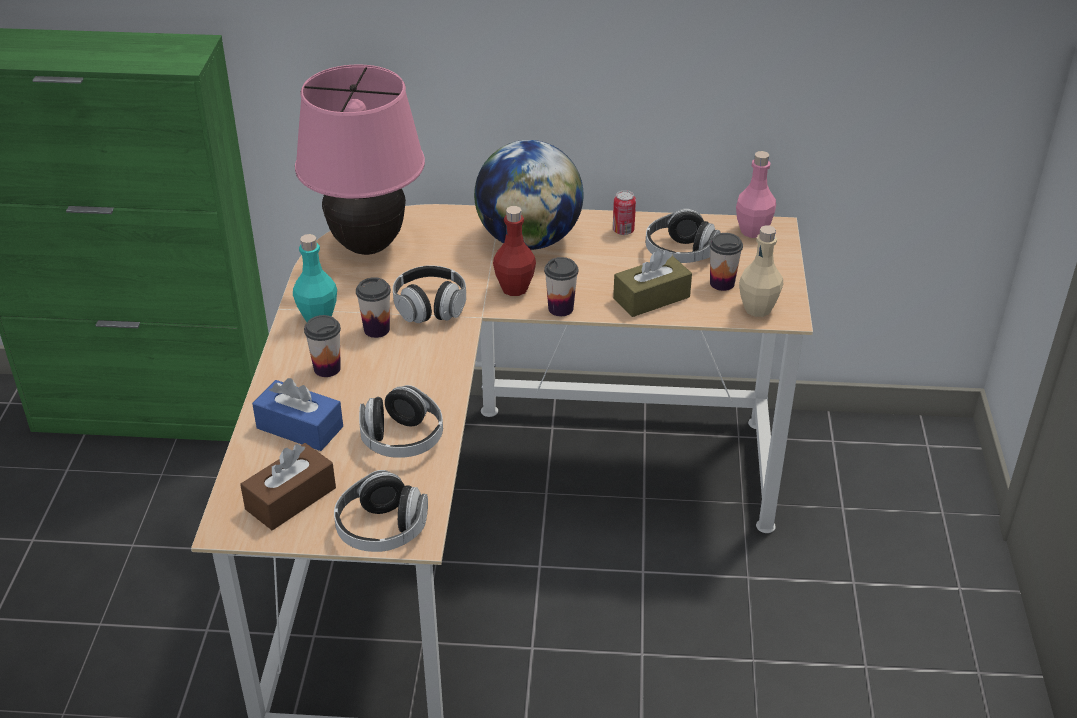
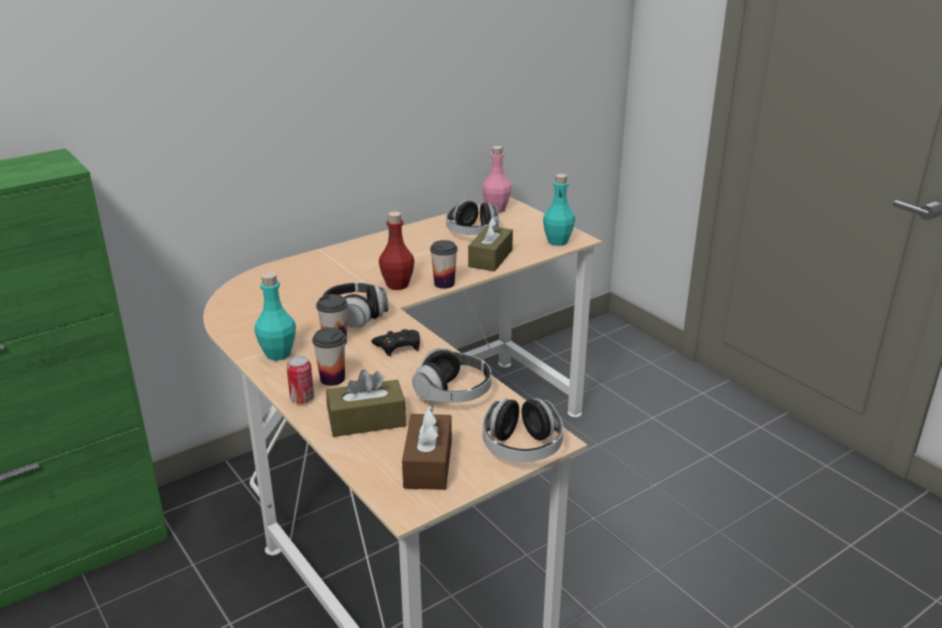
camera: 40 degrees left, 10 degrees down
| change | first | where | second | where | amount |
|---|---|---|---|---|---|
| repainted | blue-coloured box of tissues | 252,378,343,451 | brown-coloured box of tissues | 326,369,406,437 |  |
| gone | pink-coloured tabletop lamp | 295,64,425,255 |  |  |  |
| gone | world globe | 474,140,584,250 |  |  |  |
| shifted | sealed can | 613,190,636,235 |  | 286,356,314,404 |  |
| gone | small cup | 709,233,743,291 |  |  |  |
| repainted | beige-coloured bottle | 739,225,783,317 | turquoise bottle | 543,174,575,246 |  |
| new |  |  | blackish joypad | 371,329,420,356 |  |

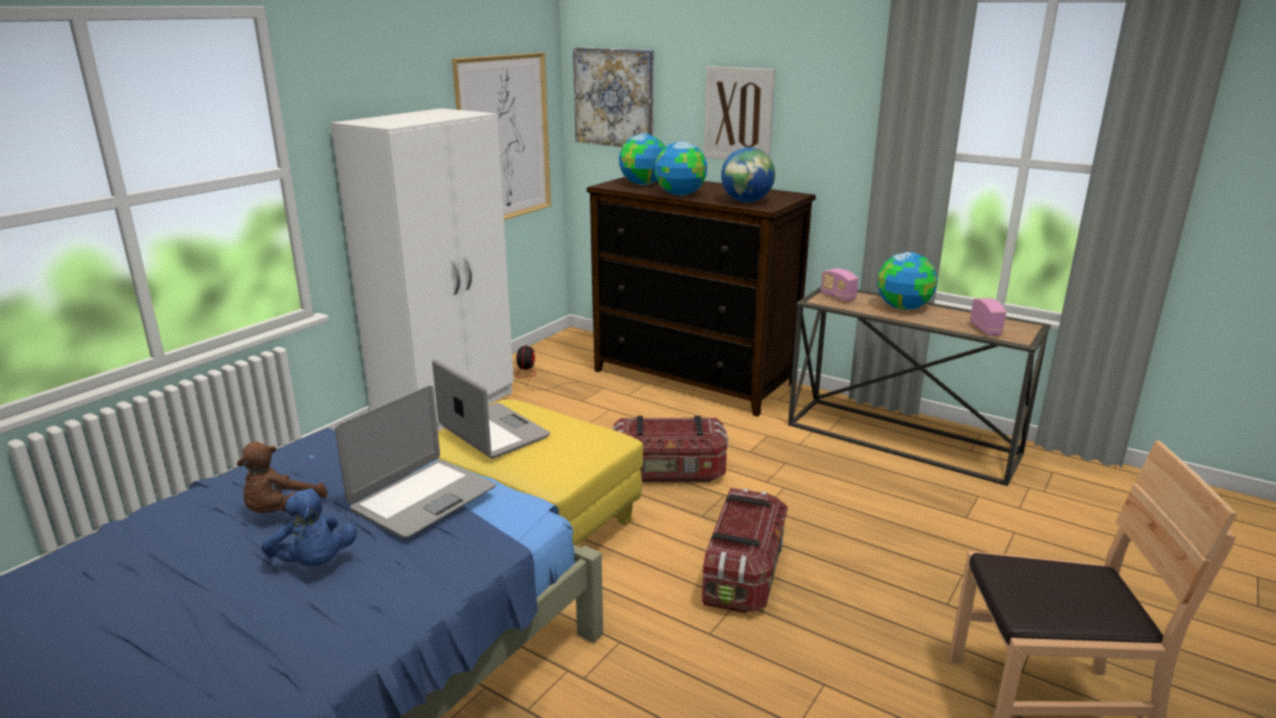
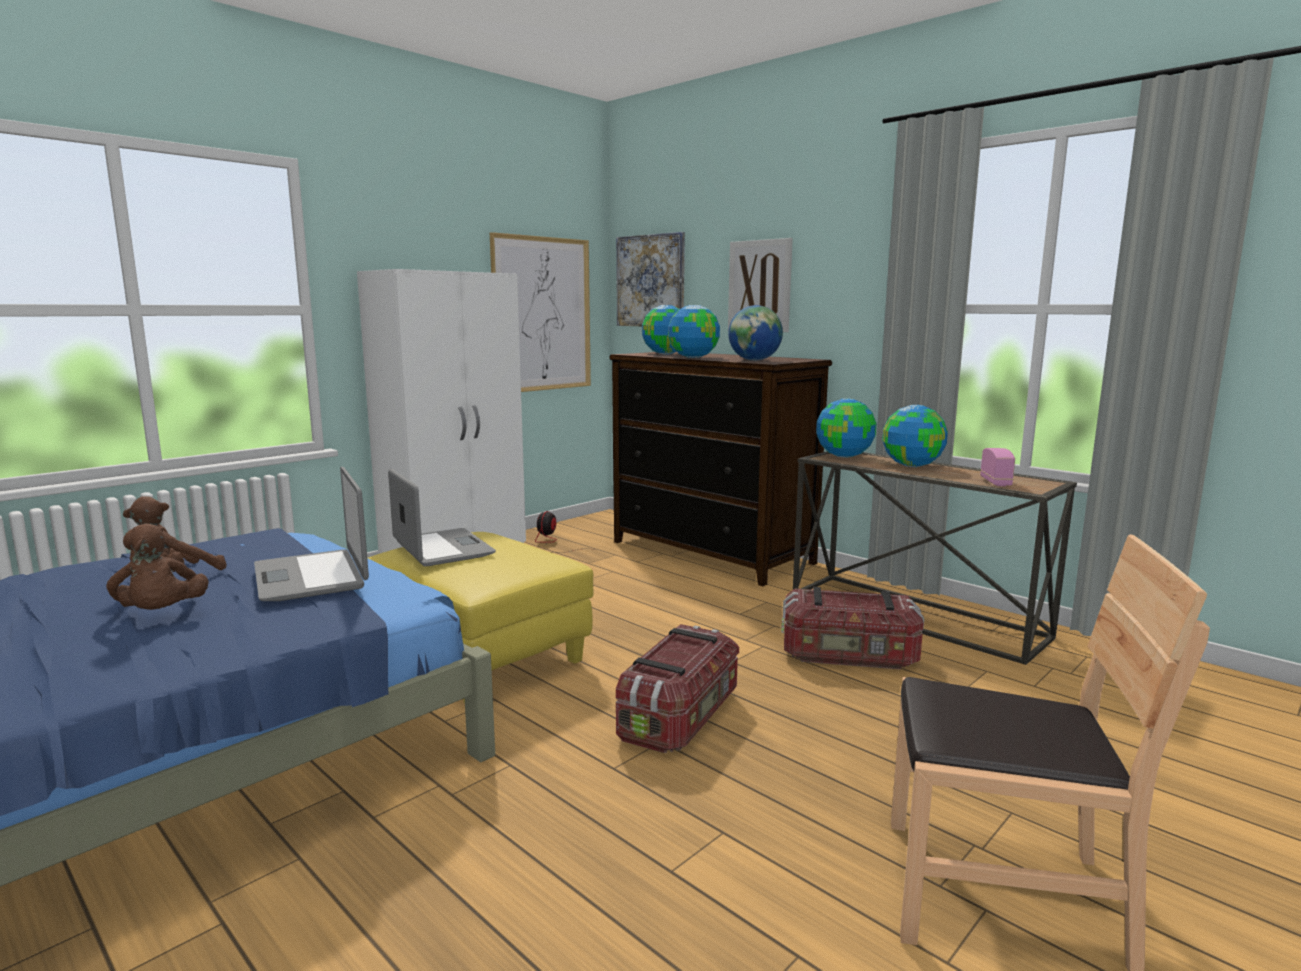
camera: 10 degrees right, 10 degrees down
| change | first | where | second | where | amount |
|---|---|---|---|---|---|
| repainted | blue-coloured plush toy | 261,488,357,566 | brown-coloured plush toy | 106,524,209,610 |  |
| rotated | portable computer | 335,385,496,538 |  | 254,467,369,601 | 105 degrees clockwise |
| shifted | storage box | 612,416,728,482 |  | 781,587,924,669 |  |
| swapped | radio | 821,268,858,301 | world globe | 816,399,876,458 |  |

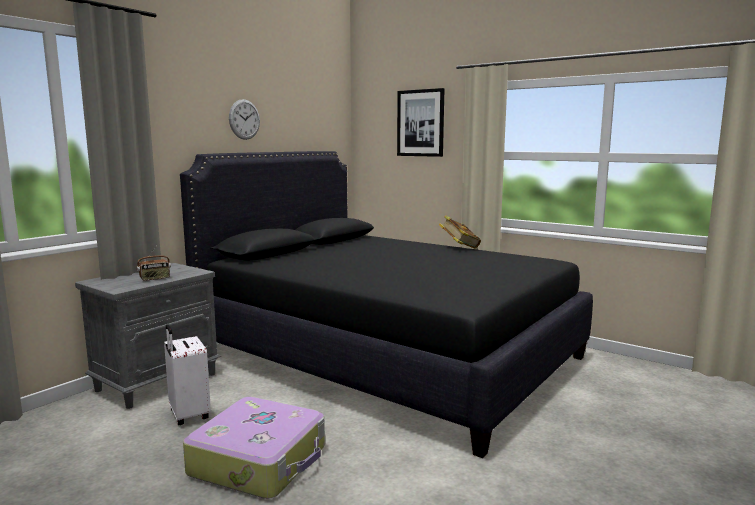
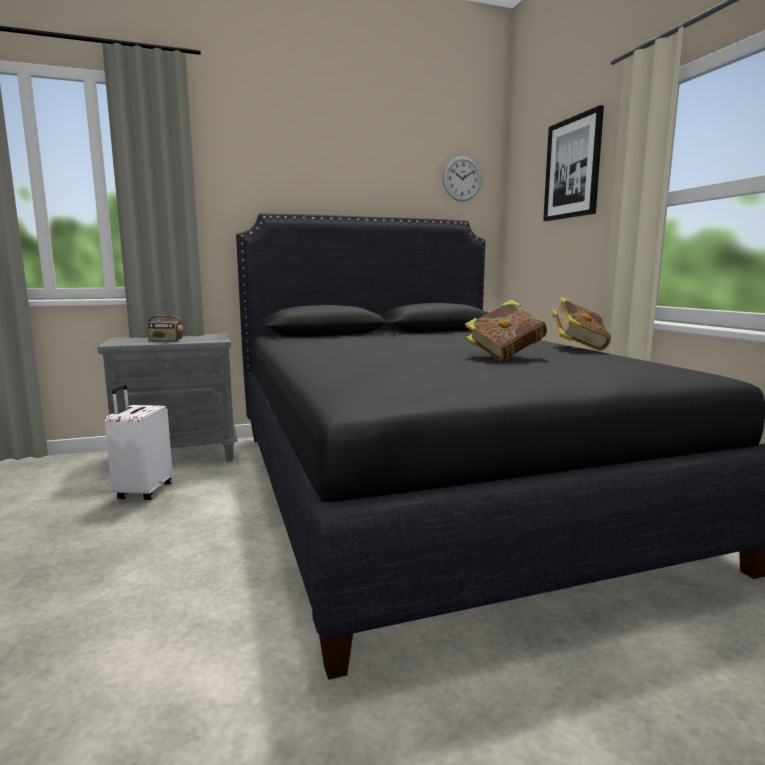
camera: 35 degrees right, 0 degrees up
| change | first | where | second | where | amount |
|---|---|---|---|---|---|
| gone | travel case | 183,397,325,499 |  |  |  |
| shifted | clock on the wall | 229,99,260,140 |  | 443,156,481,202 |  |
| new |  |  | volume | 465,299,547,361 |  |

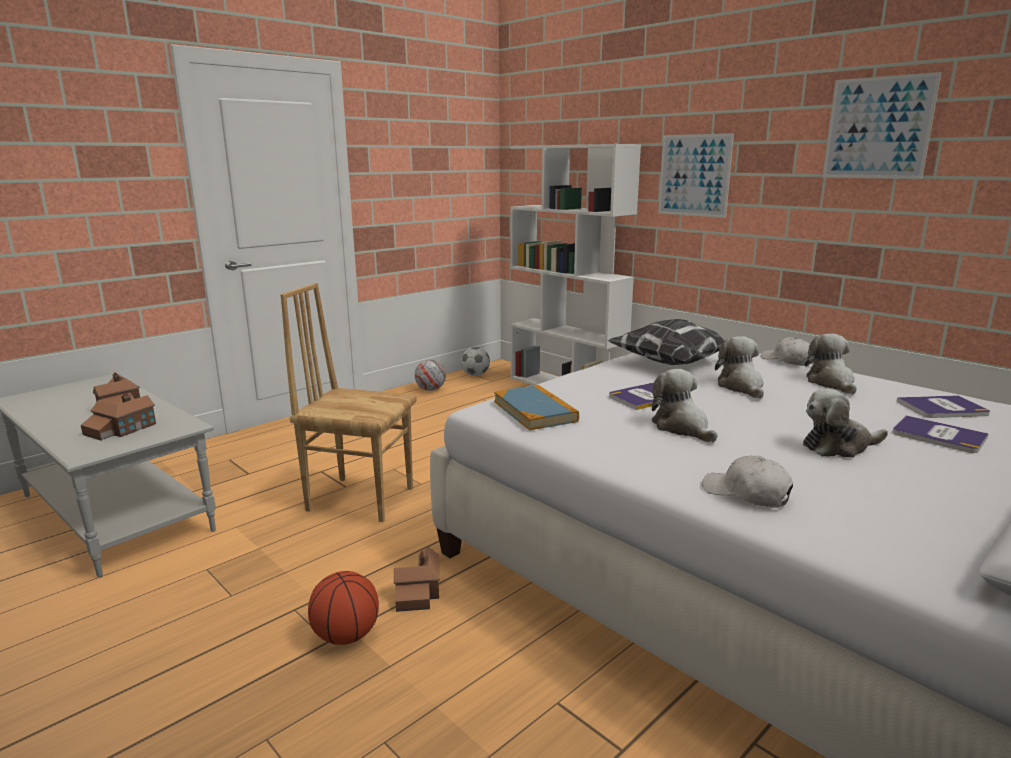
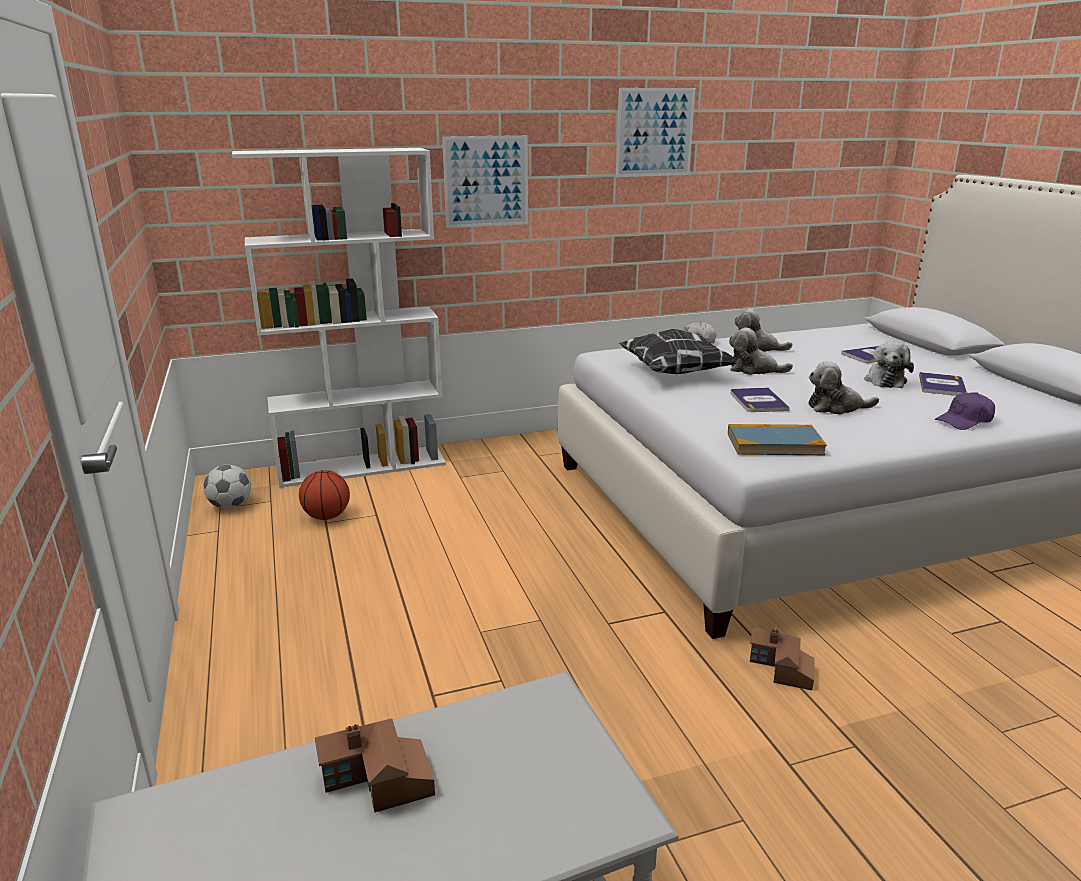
camera: 65 degrees left, 5 degrees up
| change | first | where | second | where | amount |
|---|---|---|---|---|---|
| gone | miniature house | 81,393,156,441 |  |  |  |
| gone | brown-coloured chair | 280,283,417,522 |  |  |  |
| shifted | ball for basketball | 308,571,379,645 |  | 299,470,350,520 |  |
| gone | ball for football | 415,360,446,391 |  |  |  |
| repainted | whitish peaked cap | 702,456,793,508 | purple-coloured peaked cap | 935,392,995,430 |  |
| shifted | volume | 897,395,990,418 |  | 919,372,967,396 |  |

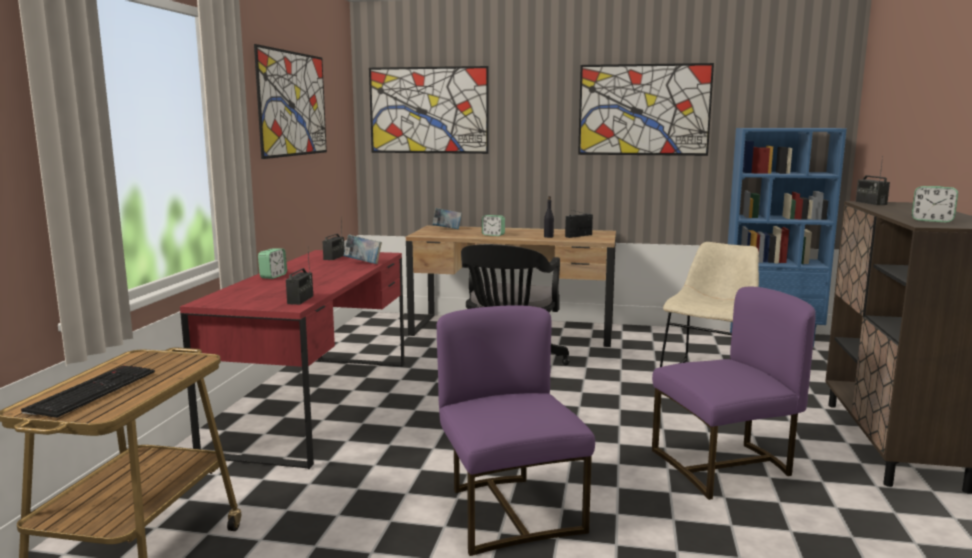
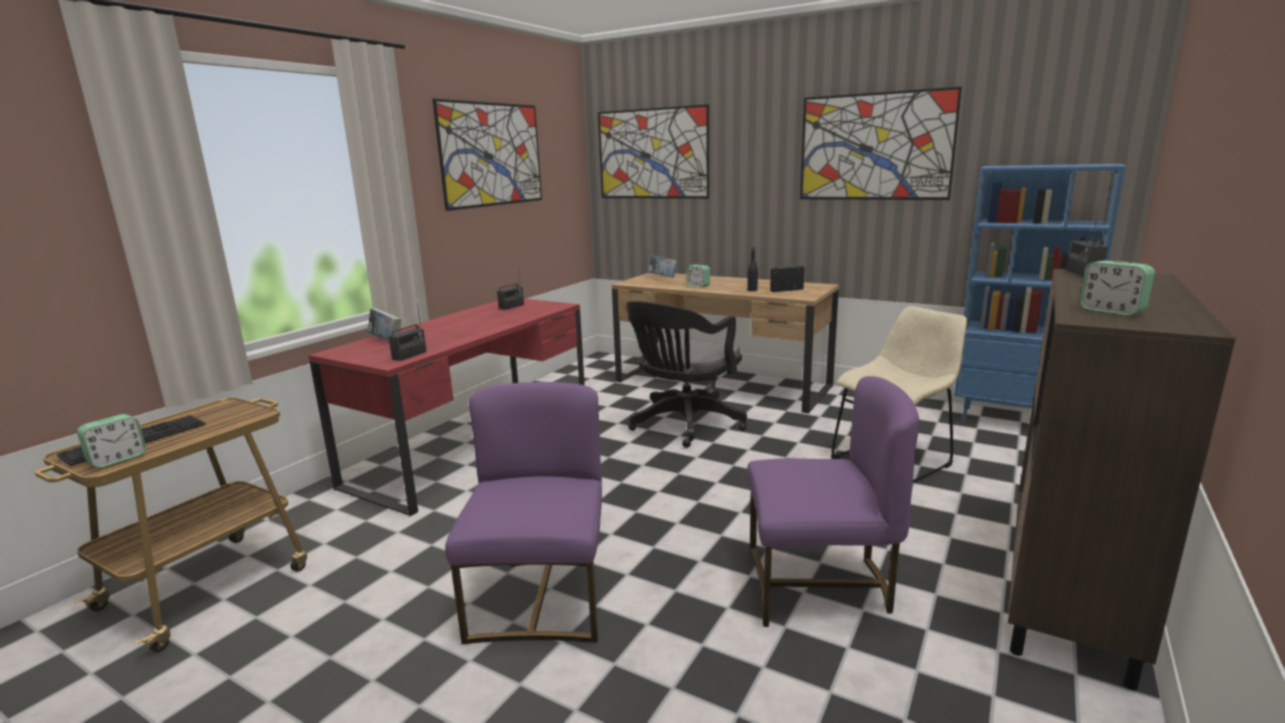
camera: 20 degrees right, 5 degrees up
| change | first | where | second | where | amount |
|---|---|---|---|---|---|
| shifted | bedside clock | 258,248,287,279 |  | 77,414,146,468 |  |
| shifted | volume | 344,234,382,264 |  | 368,308,401,342 |  |

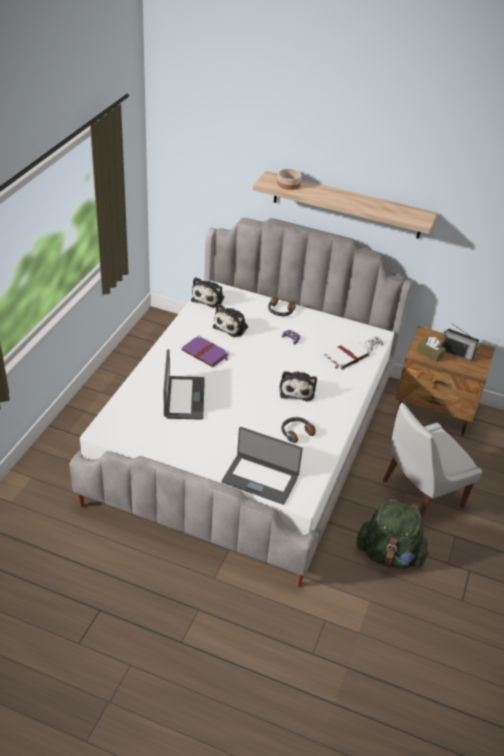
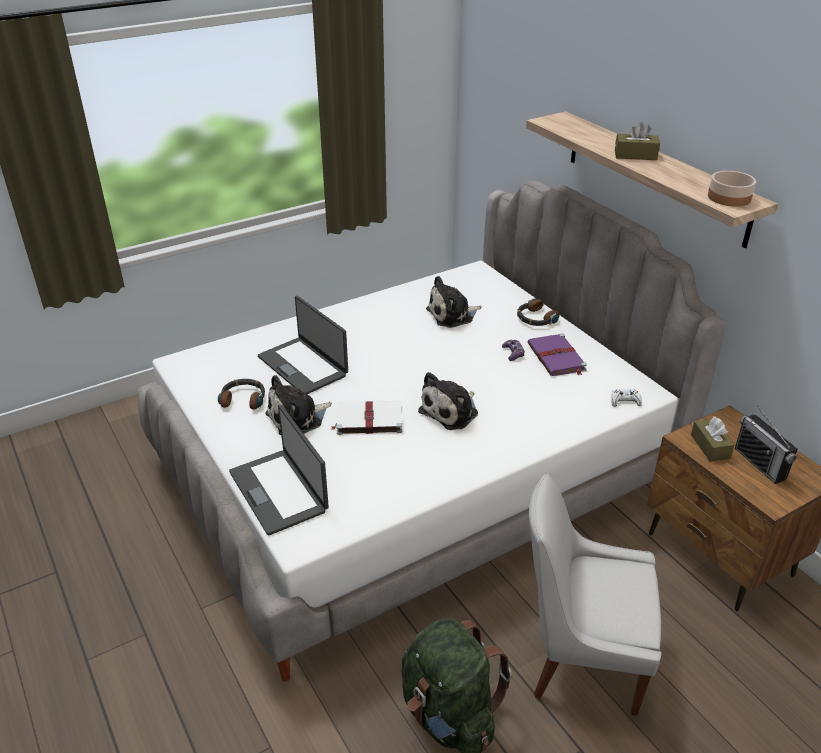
camera: 40 degrees right, 5 degrees down
| change | first | where | second | where | amount |
|---|---|---|---|---|---|
| rotated | portable computer | 164,349,205,420 |  | 258,296,348,394 | 105 degrees clockwise |
| shifted | purple-coloured volume | 182,335,229,367 |  | 528,333,587,376 |  |
| shifted | plush toy | 191,277,224,308 |  | 265,375,332,435 |  |
| shifted | serving bowl | 277,169,302,190 |  | 708,171,756,207 |  |
| shifted | pair of headphones | 281,417,316,443 |  | 218,379,265,409 |  |
| shifted | whitish volume | 324,339,370,370 |  | 331,401,402,435 |  |
| new |  |  | brown-coloured box of tissues | 615,122,660,160 |  |

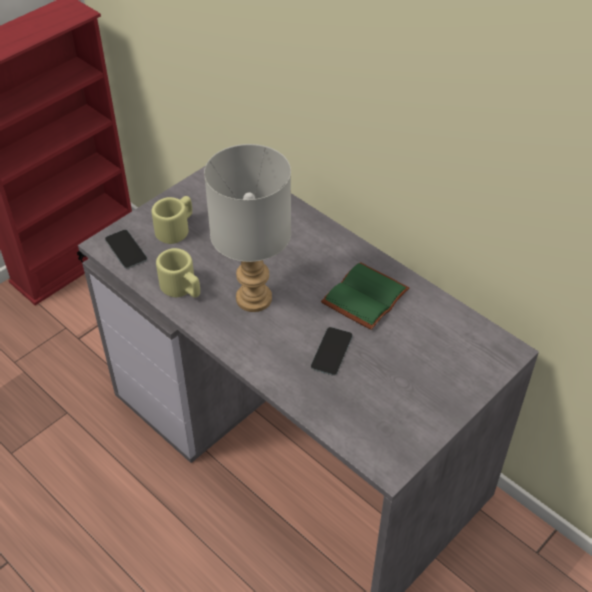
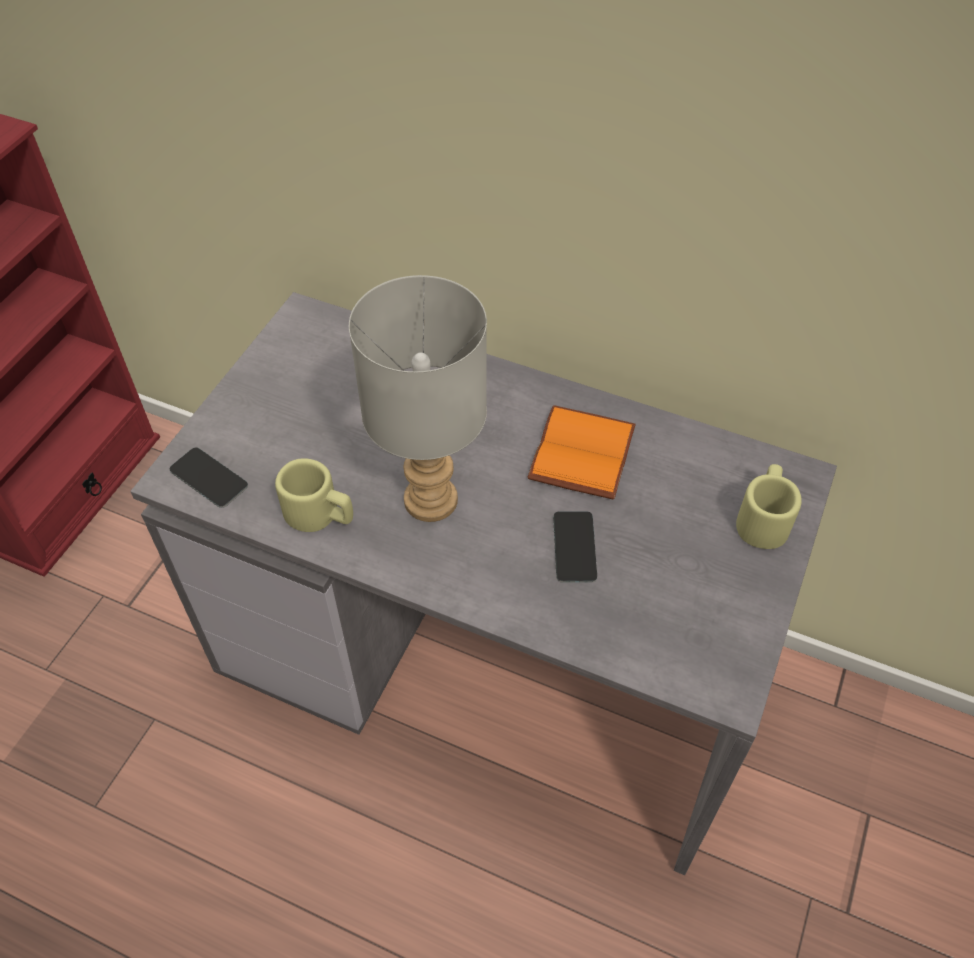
camera: 20 degrees left, 5 degrees up
| change | first | where | second | where | amount |
|---|---|---|---|---|---|
| shifted | beige-coloured coffee mug | 151,196,192,244 |  | 736,464,802,549 |  |
| repainted | greenish volume | 321,262,409,330 | orangey volume | 527,405,636,500 |  |

